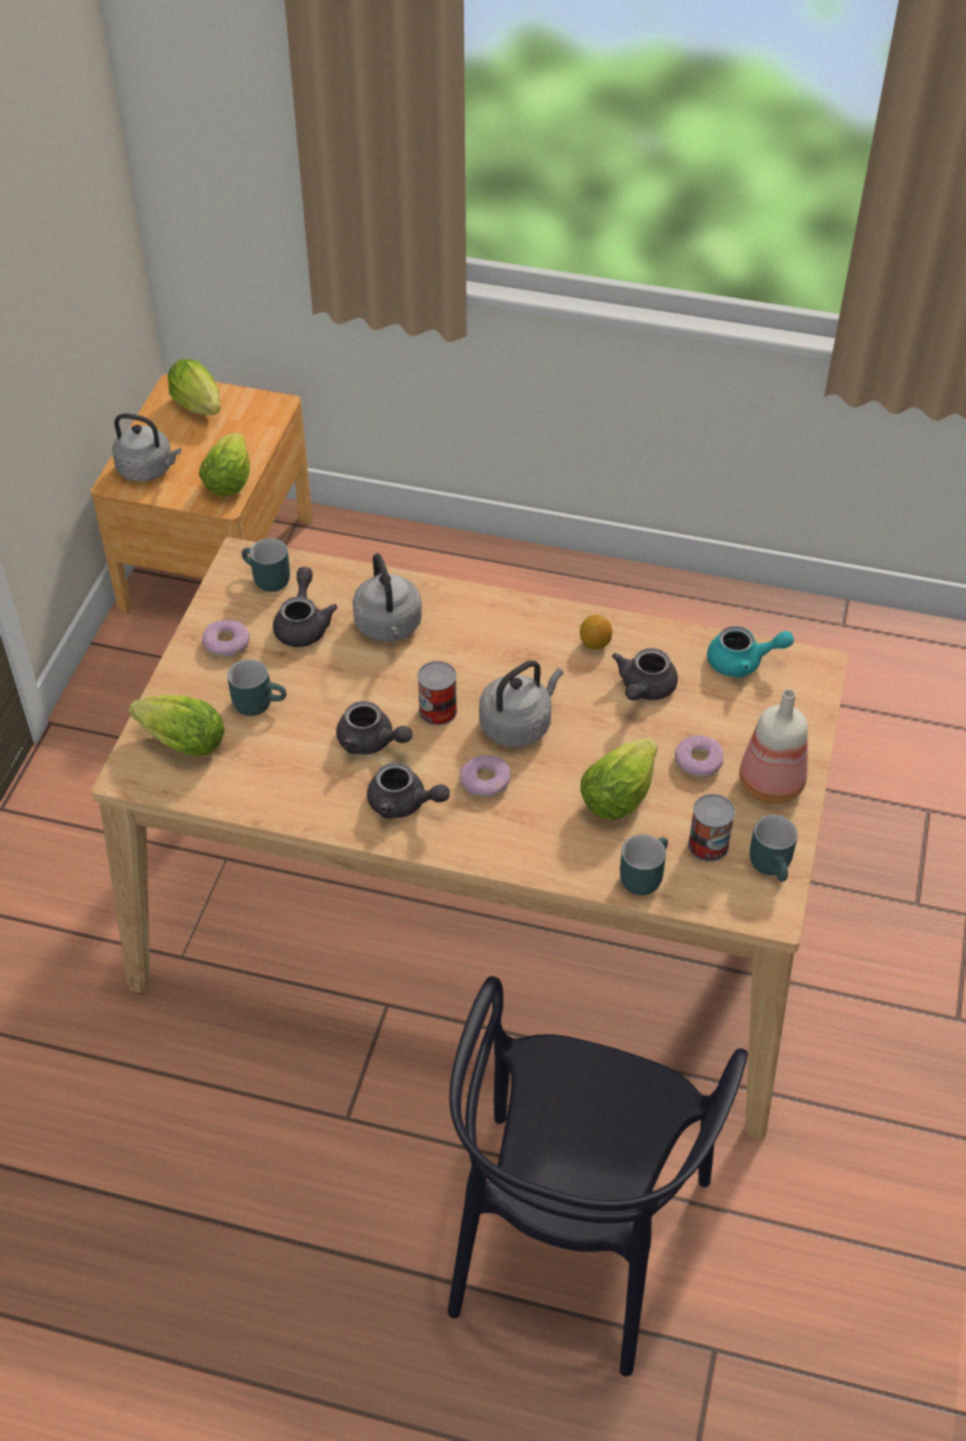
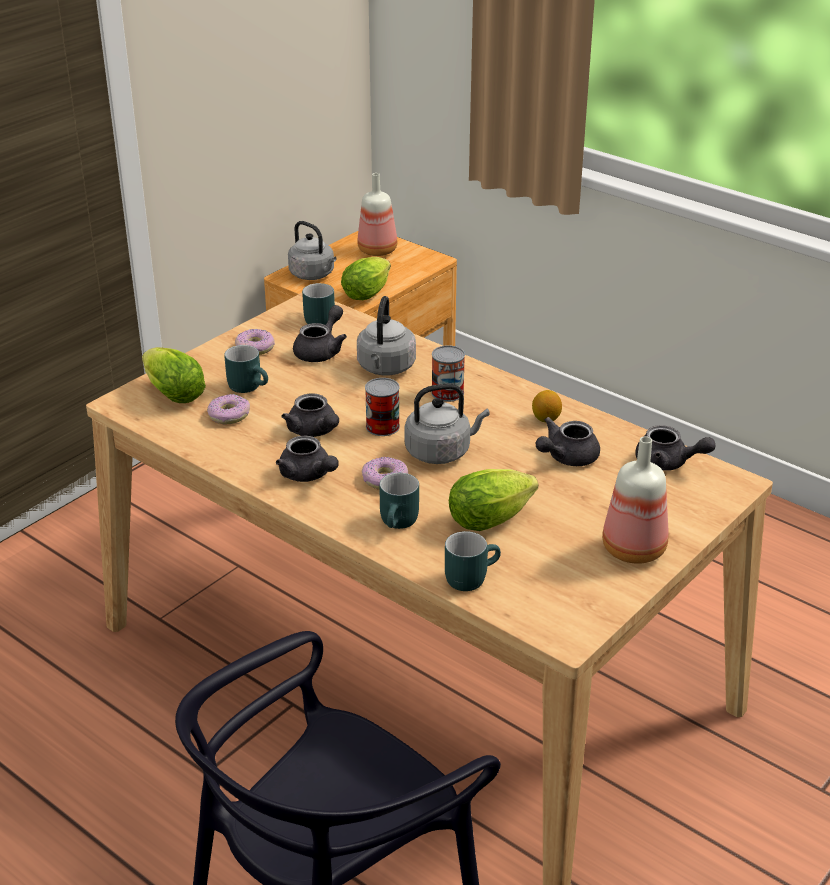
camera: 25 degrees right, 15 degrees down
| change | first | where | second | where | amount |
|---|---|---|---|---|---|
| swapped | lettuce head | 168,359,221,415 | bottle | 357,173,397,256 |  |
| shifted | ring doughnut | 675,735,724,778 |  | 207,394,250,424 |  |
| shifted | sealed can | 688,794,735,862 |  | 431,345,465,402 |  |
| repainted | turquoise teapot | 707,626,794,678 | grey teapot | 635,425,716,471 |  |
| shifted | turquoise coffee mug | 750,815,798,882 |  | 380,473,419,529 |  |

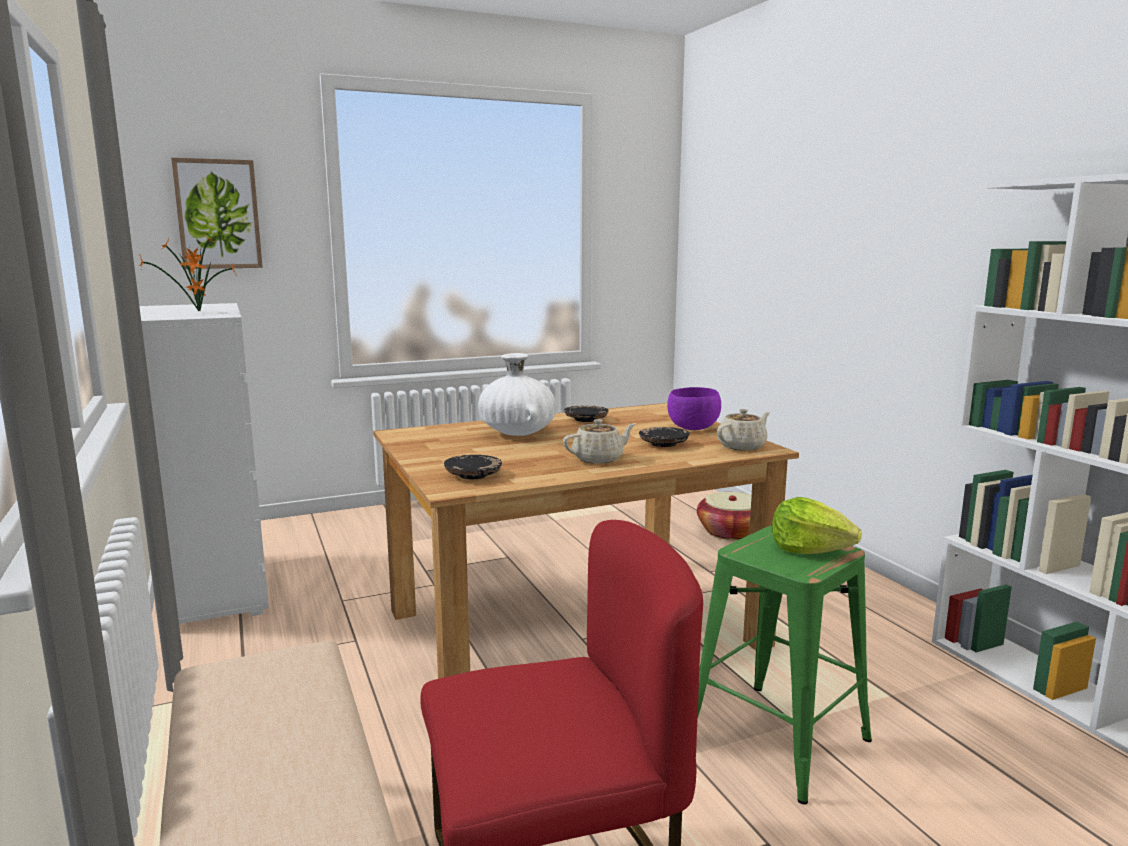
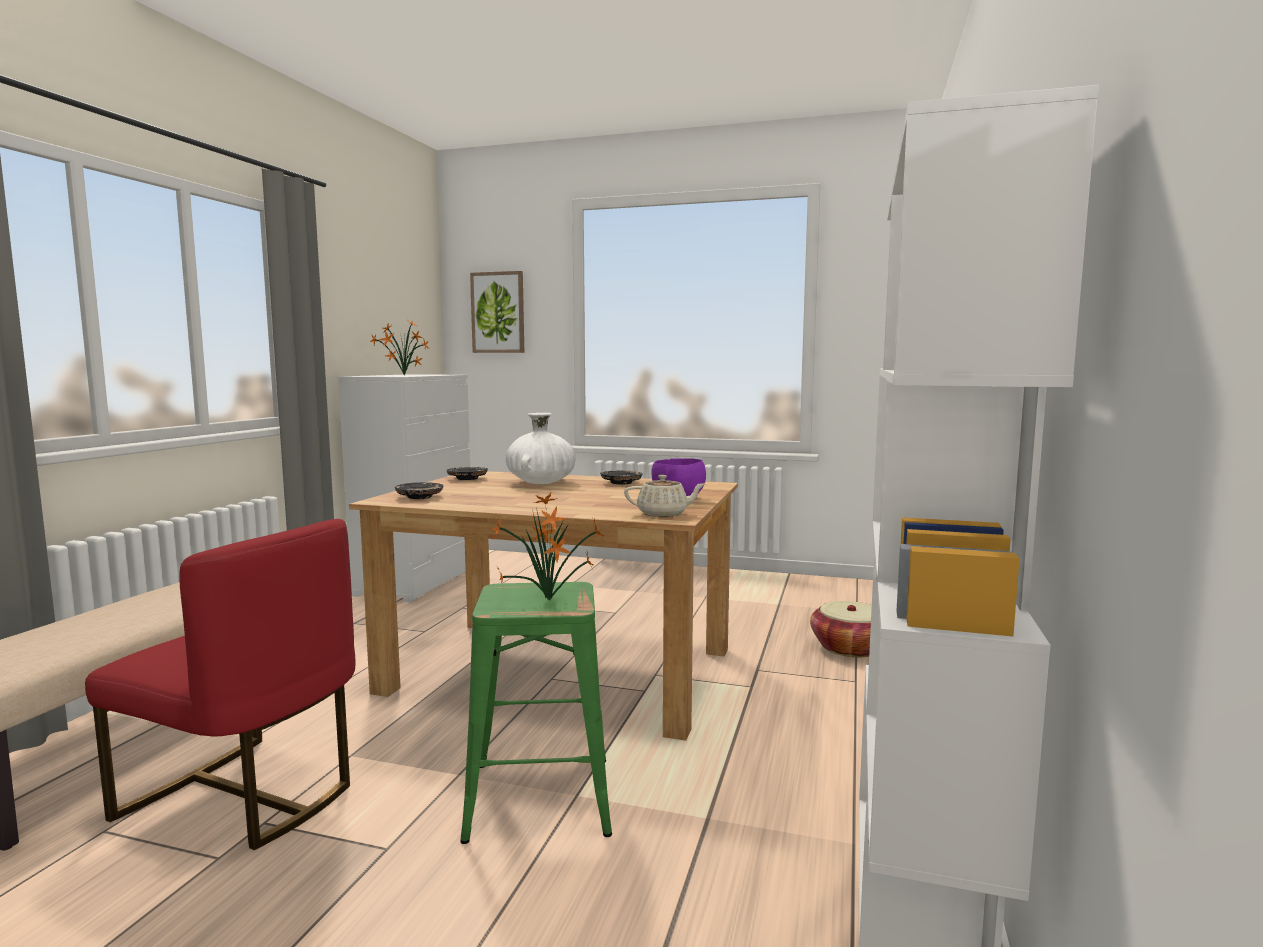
camera: 40 degrees right, 5 degrees down
| change | first | where | second | where | amount |
|---|---|---|---|---|---|
| gone | beige-coloured teapot | 563,419,636,464 |  |  |  |
| shifted | blackish dinner plate | 639,427,689,447 |  | 446,467,488,480 |  |
| swapped | lettuce head | 772,497,862,554 | potted plant | 492,493,605,600 |  |

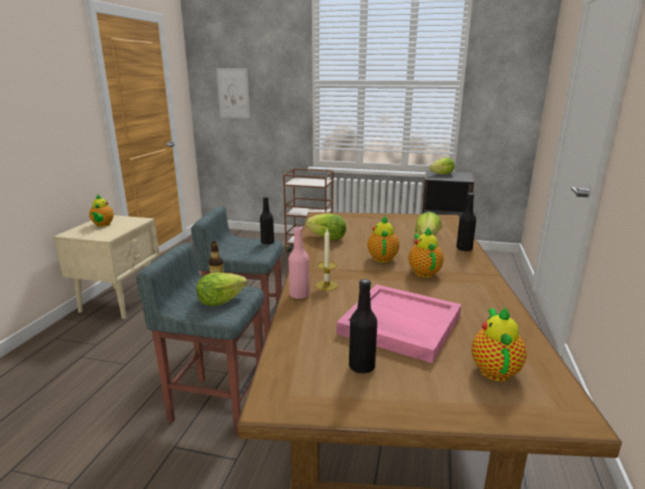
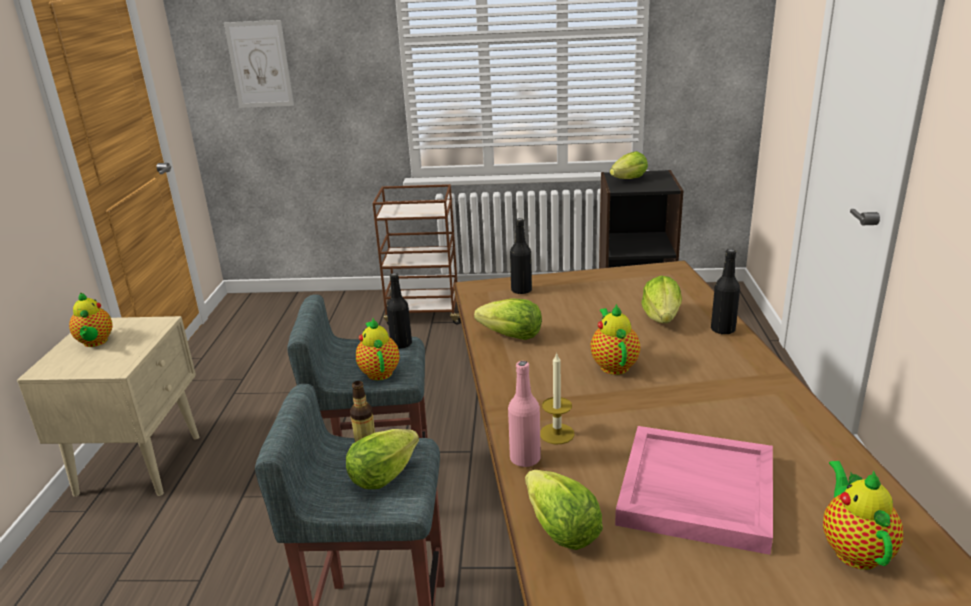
camera: 10 degrees left, 5 degrees up
| change | first | where | second | where | amount |
|---|---|---|---|---|---|
| shifted | blackish bottle | 349,279,377,373 |  | 510,218,532,294 |  |
| shifted | teapot | 408,226,444,278 |  | 356,318,399,380 |  |
| new |  |  | lettuce head | 525,470,603,550 |  |

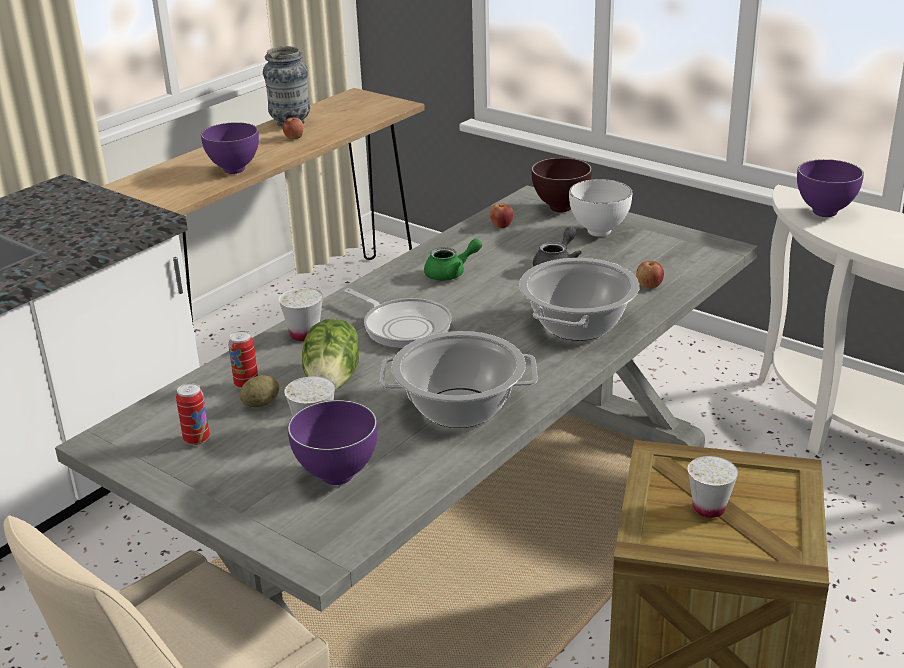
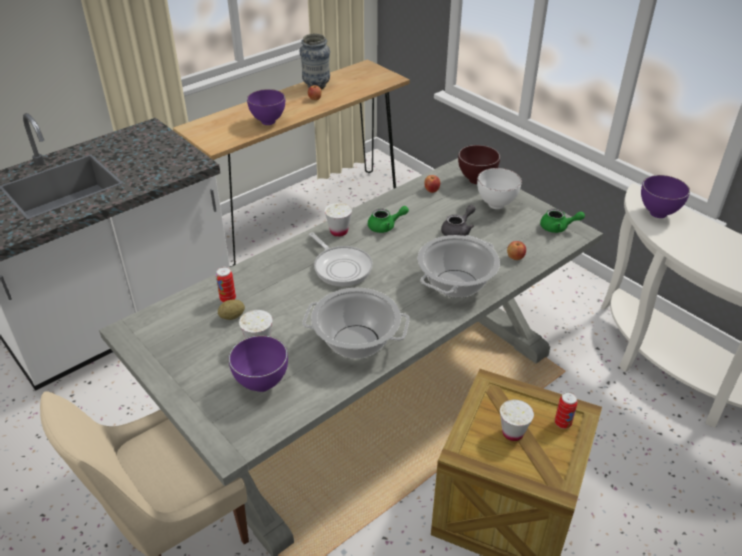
camera: 10 degrees right, 10 degrees up
| change | first | where | second | where | amount |
|---|---|---|---|---|---|
| shifted | sealed can | 176,383,210,446 |  | 555,392,578,429 |  |
| shifted | whitish small cup | 279,288,323,341 |  | 325,203,352,237 |  |
| gone | lettuce head | 302,319,359,390 |  |  |  |
| new |  |  | greenish teapot | 540,209,585,233 |  |

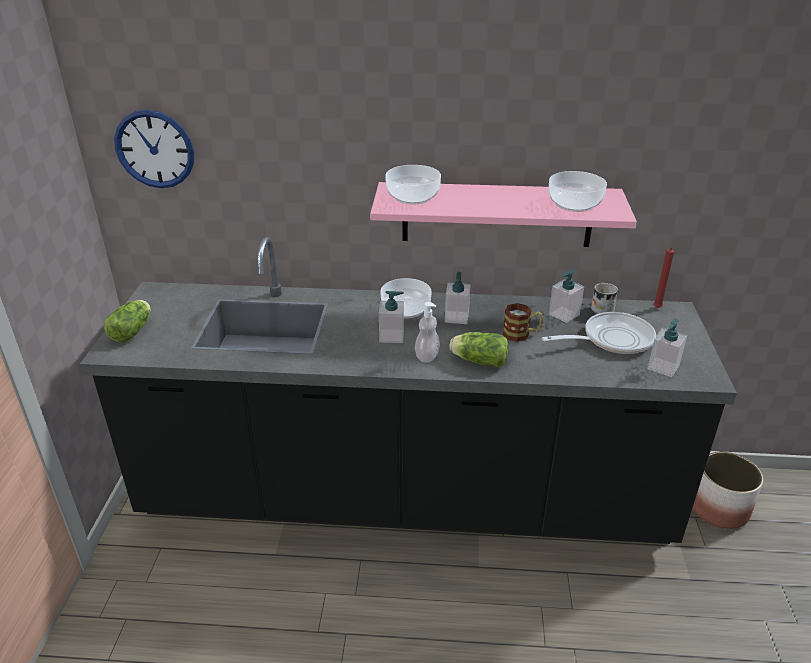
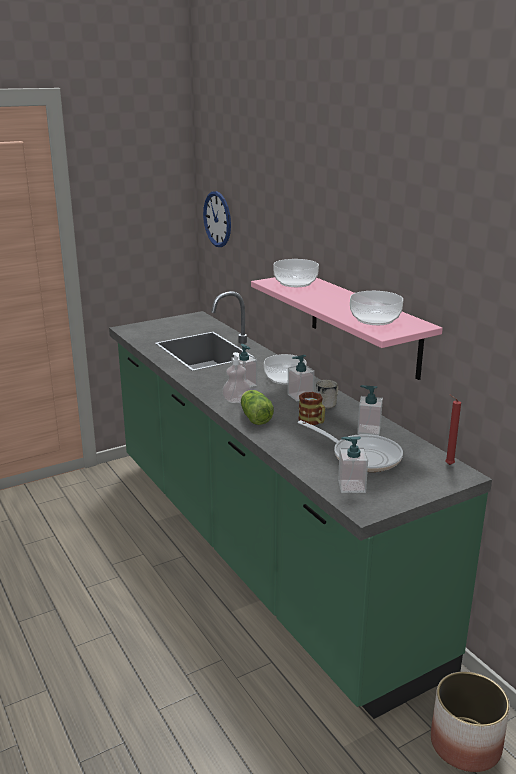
camera: 55 degrees right, 10 degrees down
| change | first | where | second | where | amount |
|---|---|---|---|---|---|
| repainted | blackish kitchen counter | 80,237,737,544 | greenish kitchen counter | 109,291,492,719 |  |
| gone | lettuce head | 104,300,151,342 |  |  |  |
| shifted | whitish coffee mug | 591,283,618,314 |  | 316,380,338,408 |  |

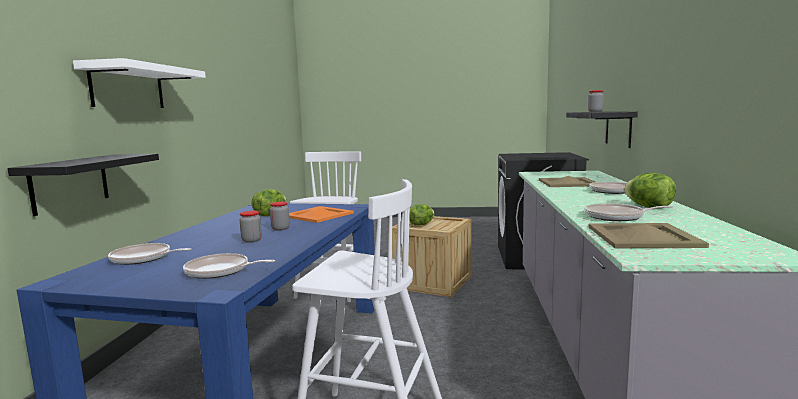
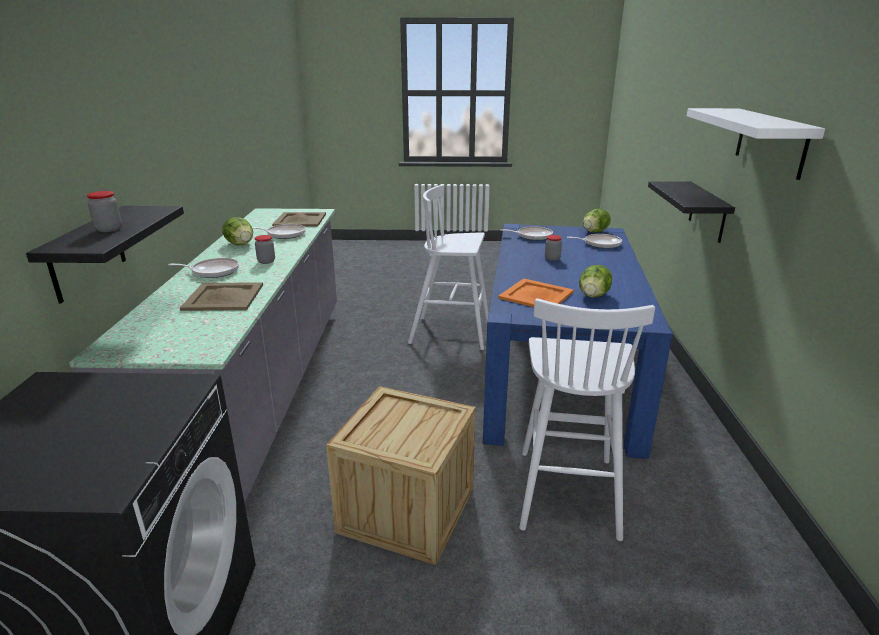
camera: 175 degrees right, 15 degrees up
| change | first | where | second | where | amount |
|---|---|---|---|---|---|
| shifted | storage jar | 270,202,290,230 |  | 255,235,275,264 |  |
| shifted | lettuce head | 409,204,435,226 |  | 583,209,611,232 |  |

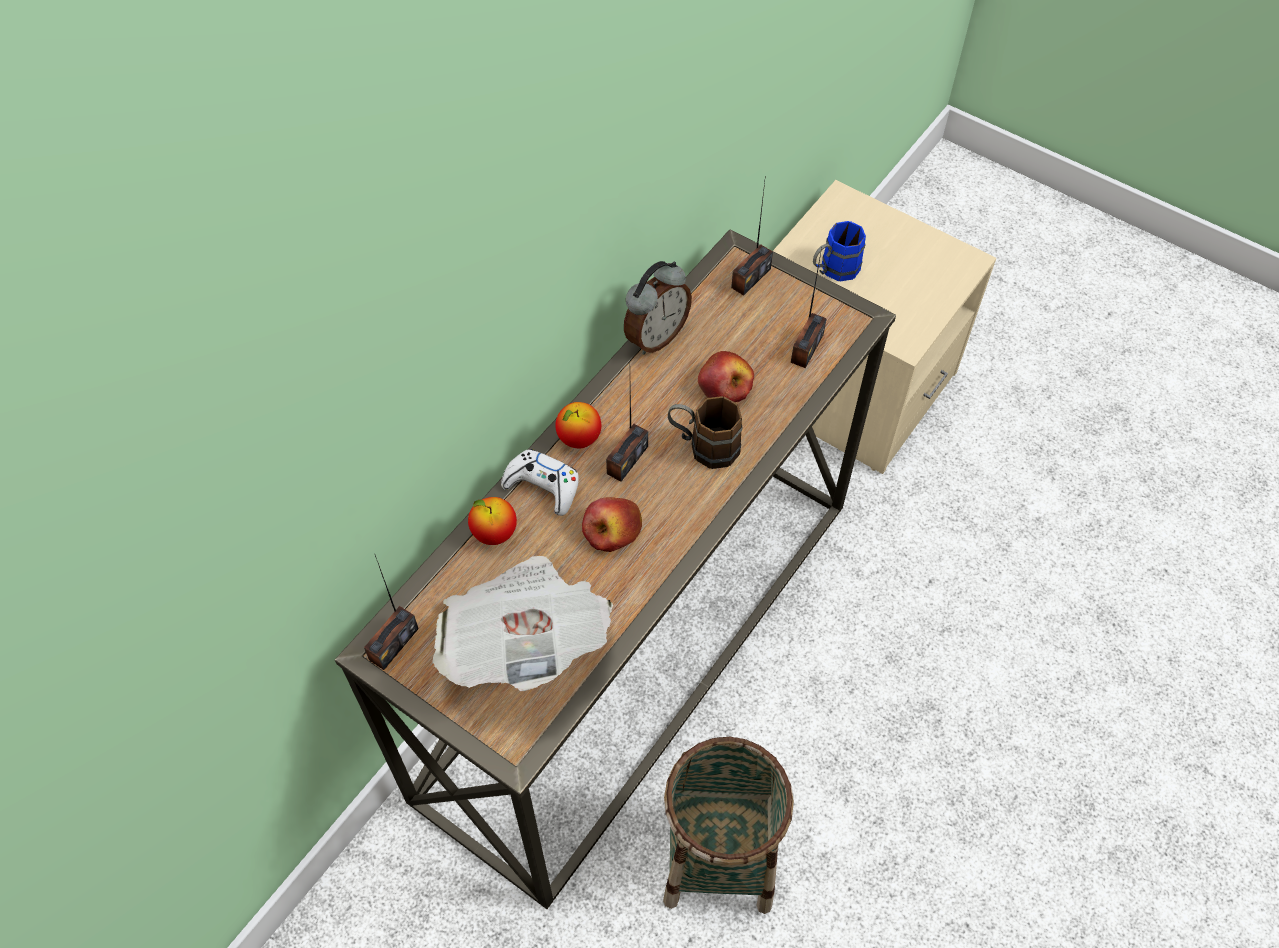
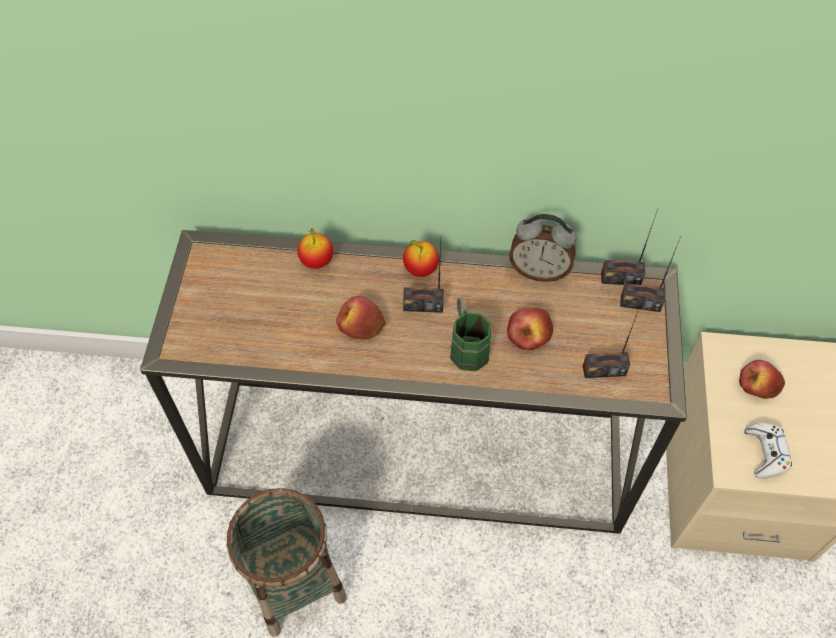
camera: 60 degrees right, 0 degrees up
| change | first | where | second | where | amount |
|---|---|---|---|---|---|
| shifted | radio | 364,555,419,670 |  | 601,209,658,285 |  |
| gone | printed paper | 432,556,614,691 |  |  |  |
| shifted | whitish joypad | 501,449,579,516 |  | 744,423,792,479 |  |
| repainted | brown-coloured coffee mug | 668,396,743,469 | greenish coffee mug | 450,297,491,371 |  |
| swapped | blue-coloured coffee mug | 813,221,866,282 | whole apple | 739,360,785,399 |  |

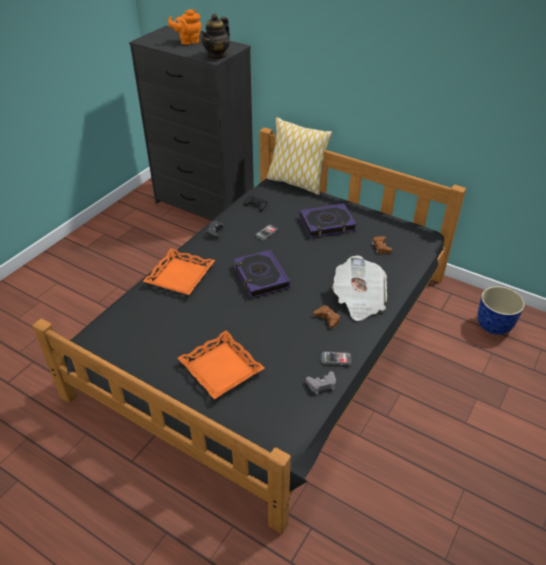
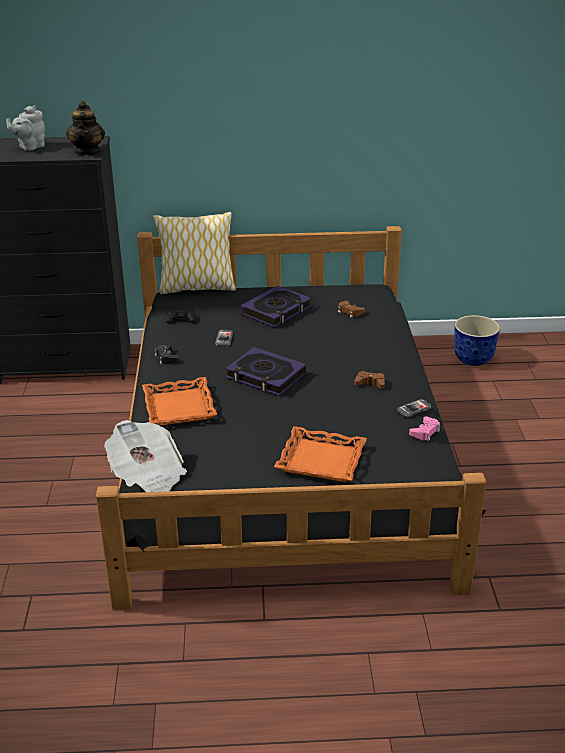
camera: 35 degrees left, 10 degrees down
| change | first | where | second | where | amount |
|---|---|---|---|---|---|
| repainted | orangey teapot | 168,9,202,45 | grey teapot | 6,105,45,151 |  |
| repainted | grey joypad | 306,371,336,394 | pink-coloured joypad | 409,416,440,441 |  |
| shifted | printed paper | 332,256,387,321 |  | 104,420,187,492 |  |

